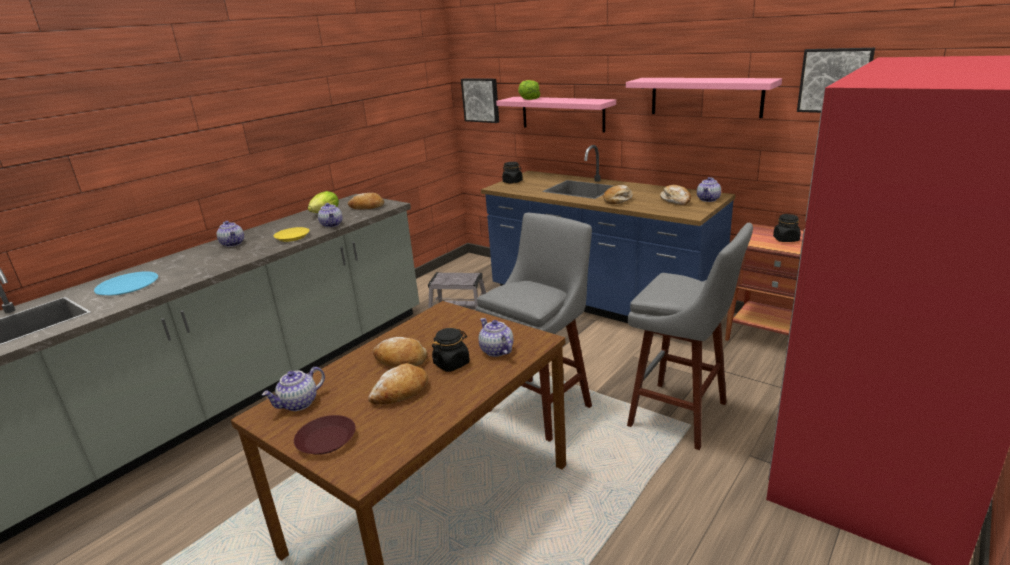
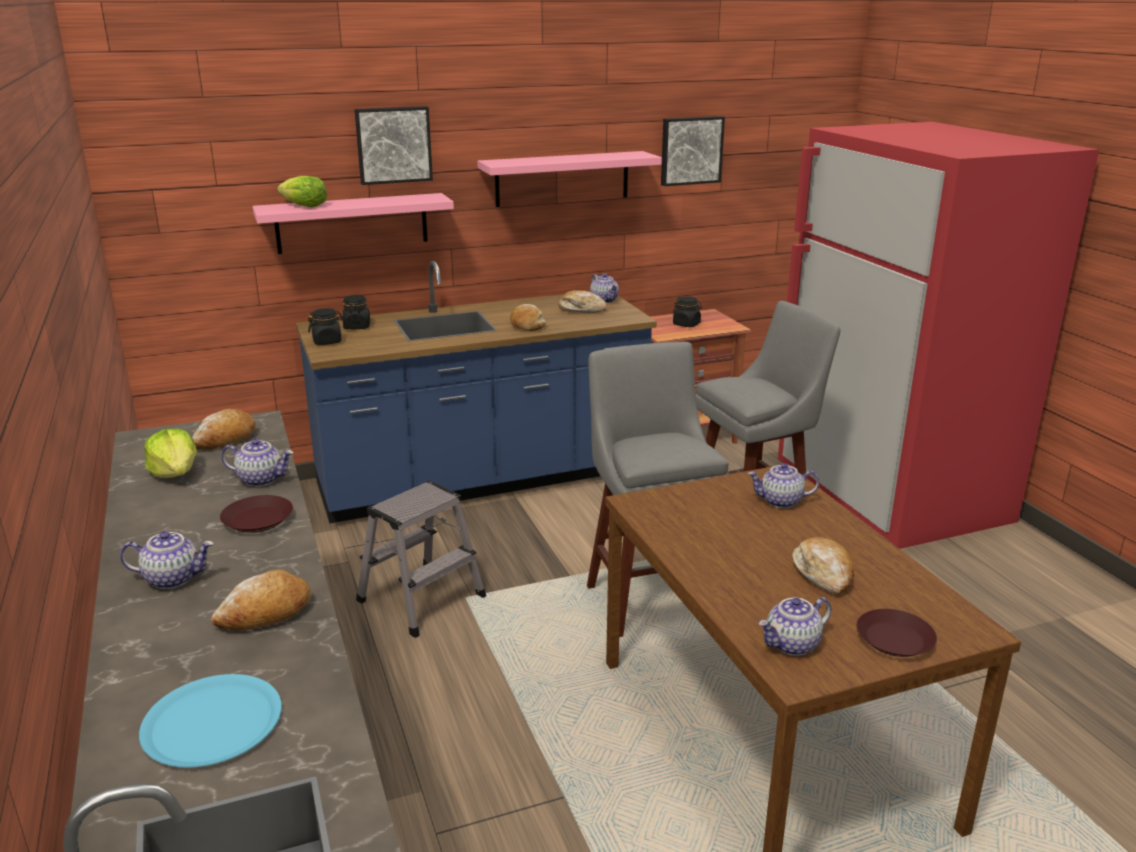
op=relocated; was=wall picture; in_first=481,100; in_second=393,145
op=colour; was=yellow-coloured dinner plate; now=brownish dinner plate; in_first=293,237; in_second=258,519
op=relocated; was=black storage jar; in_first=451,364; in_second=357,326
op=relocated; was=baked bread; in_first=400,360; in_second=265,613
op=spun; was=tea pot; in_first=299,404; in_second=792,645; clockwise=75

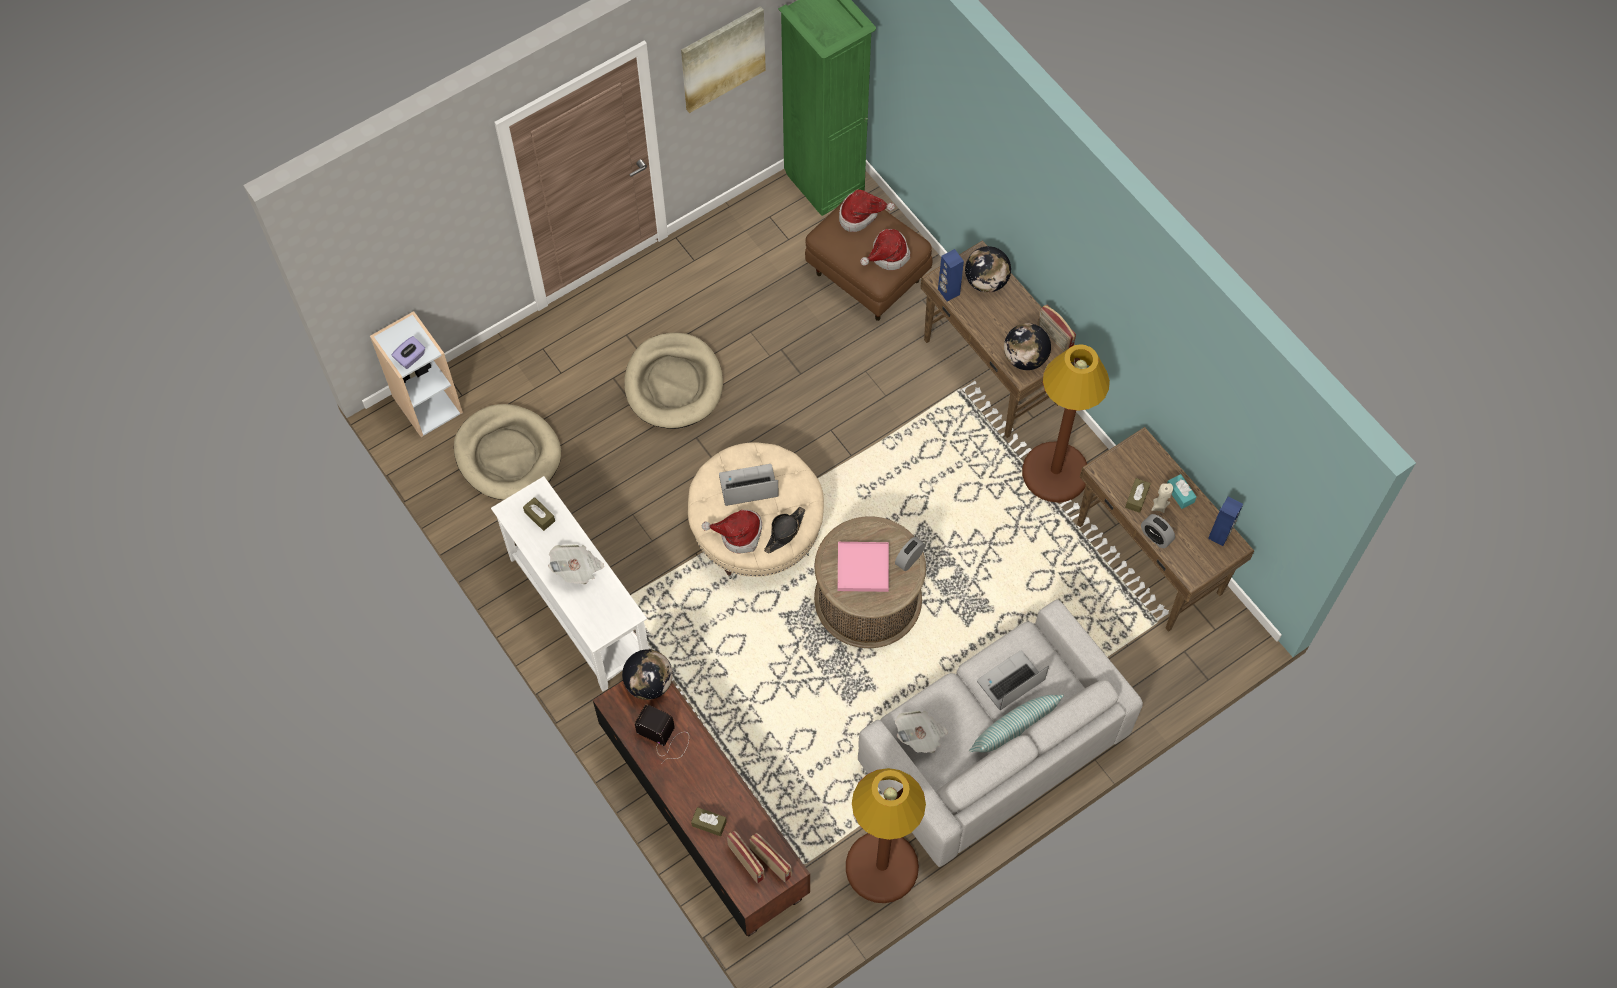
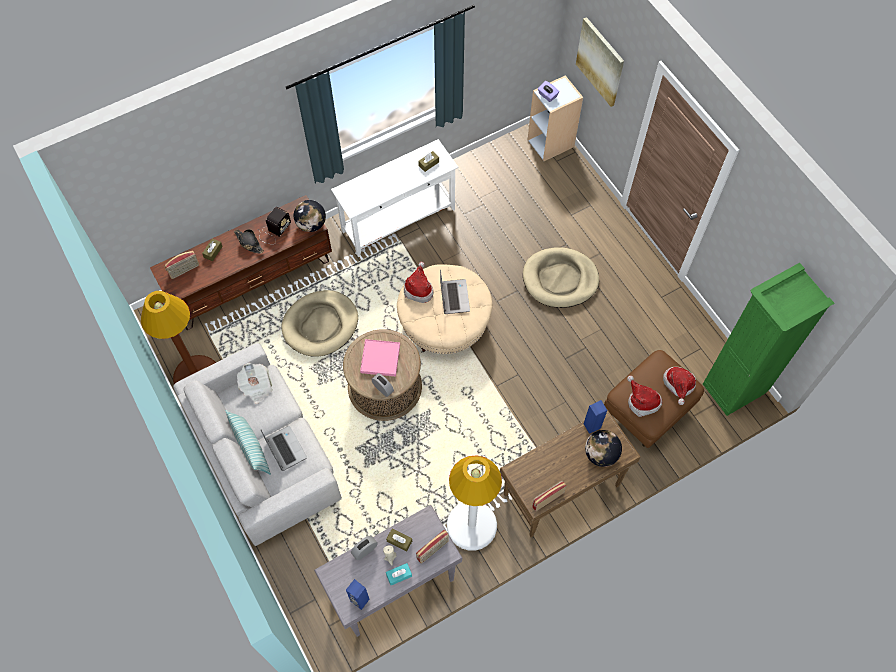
op=relocated; was=wall picture; in_first=722,58; in_second=600,61
op=missing; was=desk globe; in_first=1025,358
op=colour; was=brownish floor lamp; now=white floor lamp; in_first=1055,473; in_second=471,525
op=relocated; was=beige pet bed; in_first=508,454; in_second=320,325
op=colour; was=brownish console table; now=greyish console table; in_first=1150,559; in_second=392,585
op=relocated; was=black wearable hat; in_first=784,532; in_second=249,243
op=missing; was=daily paper; in_first=577,569
op=relocated; was=radio receiver; in_first=771,862; in_second=433,550

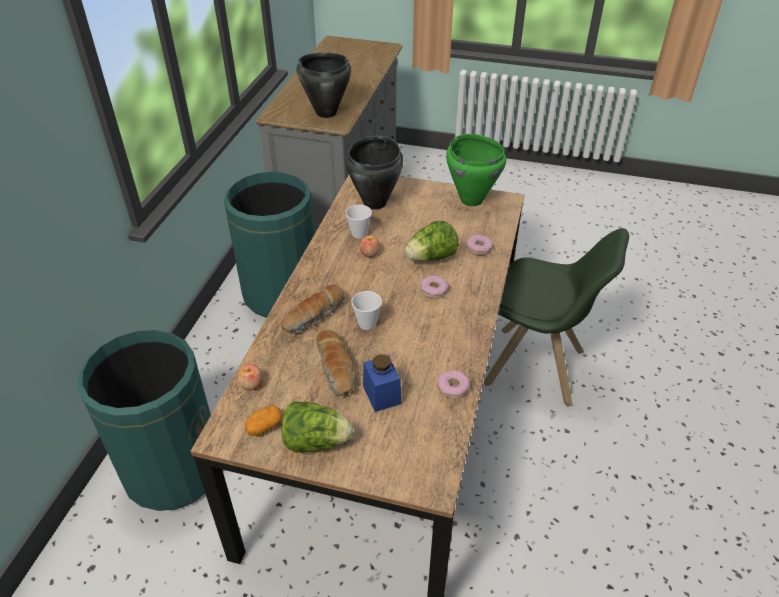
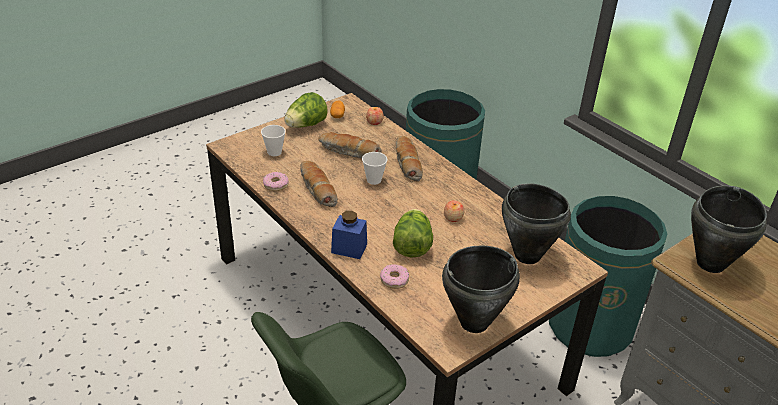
op=colour; was=greenish cooking pot; now=black cooking pot; in_first=471,199; in_second=475,323
op=relocated; was=drinking cup; in_first=359,234; in_second=274,152
op=missing; was=donut; in_first=433,290
op=relocated; was=blue-coloured storage jar; in_first=382,394; in_second=349,248
op=appeared; now=baked bread; in_second=317,189

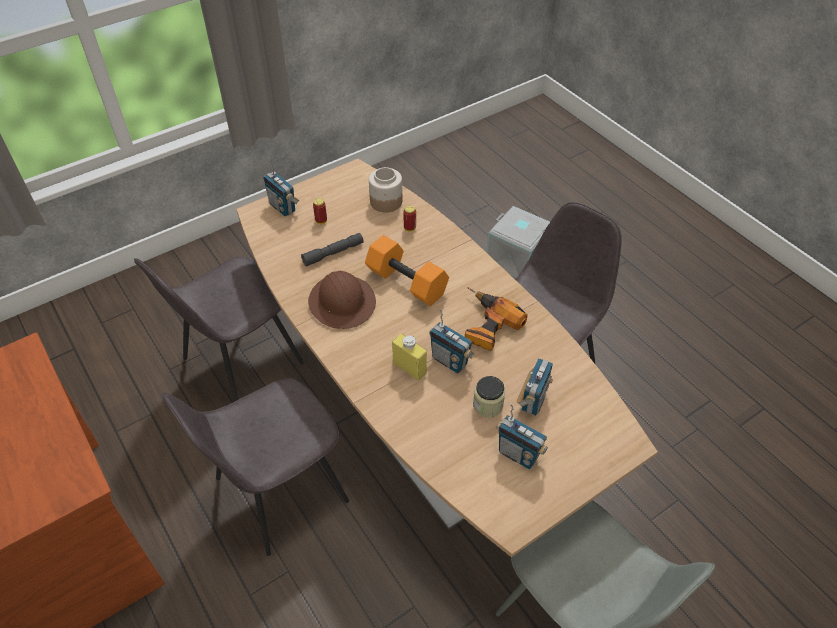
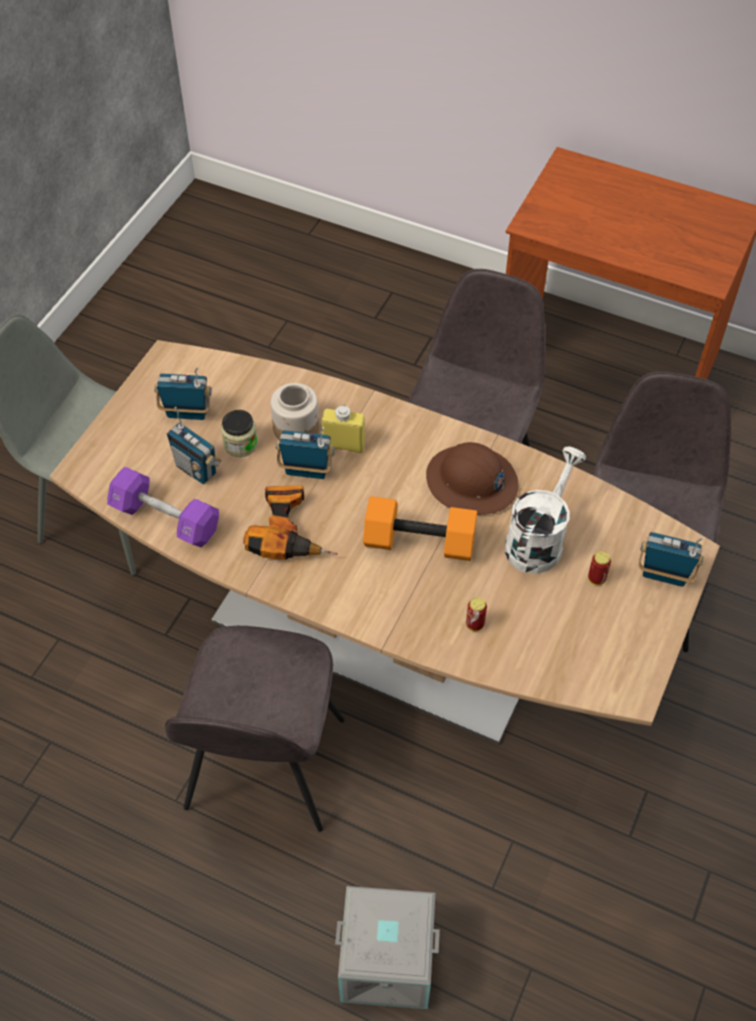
op=relocated; was=storage jar; in_first=385,202; in_second=296,428
op=exchanged; was=greyish flashlight; now=white sprinkling can; in_first=333,253; in_second=538,539
op=spun; was=radio receiver; in_first=533,400; in_second=196,469; clockwise=-45
op=appeared; now=purplish hand weight; in_second=165,519

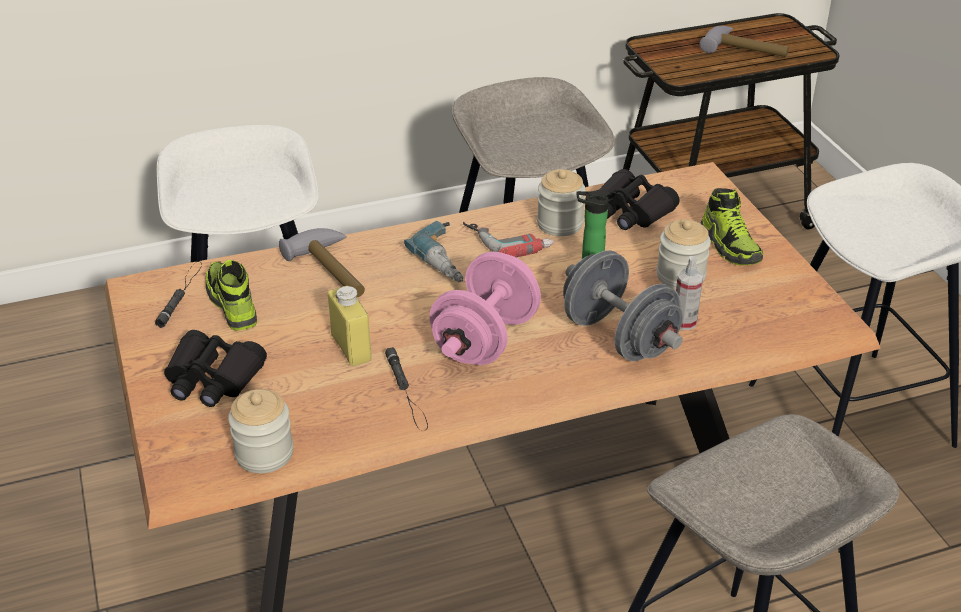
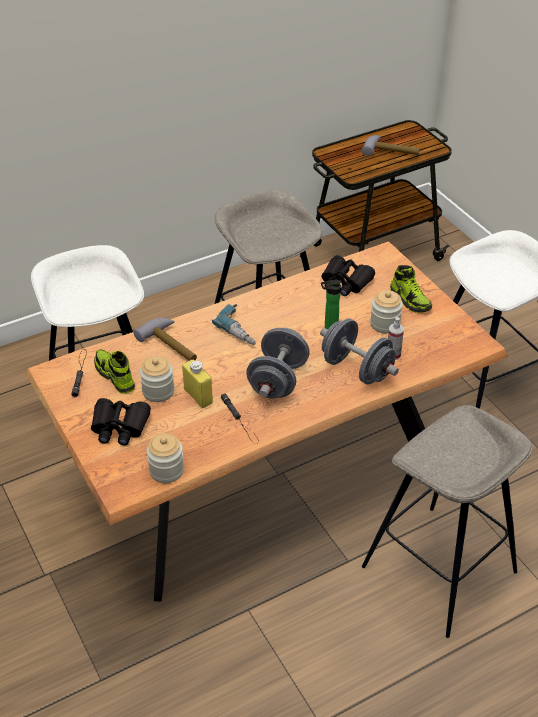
op=relocated; was=storage jar; in_first=560,224; in_second=158,391
op=missing; was=power drill; in_first=508,239
op=colour; was=pink-coloured hand weight; now=greyish hand weight; in_first=485,339; in_second=278,380

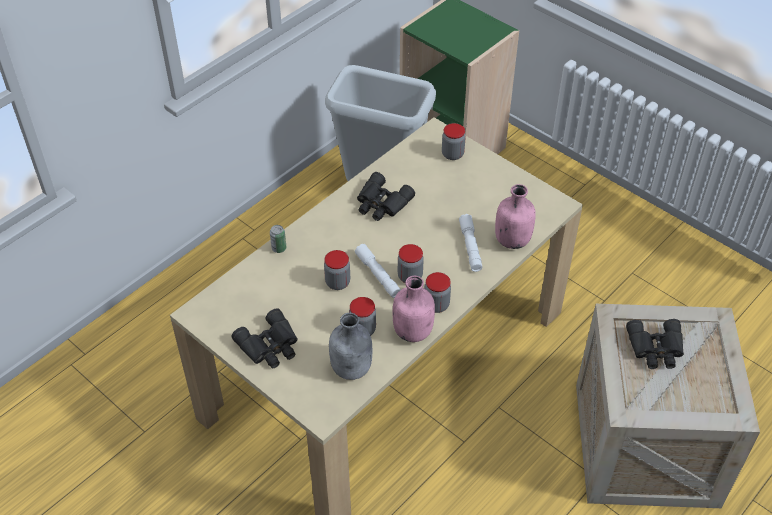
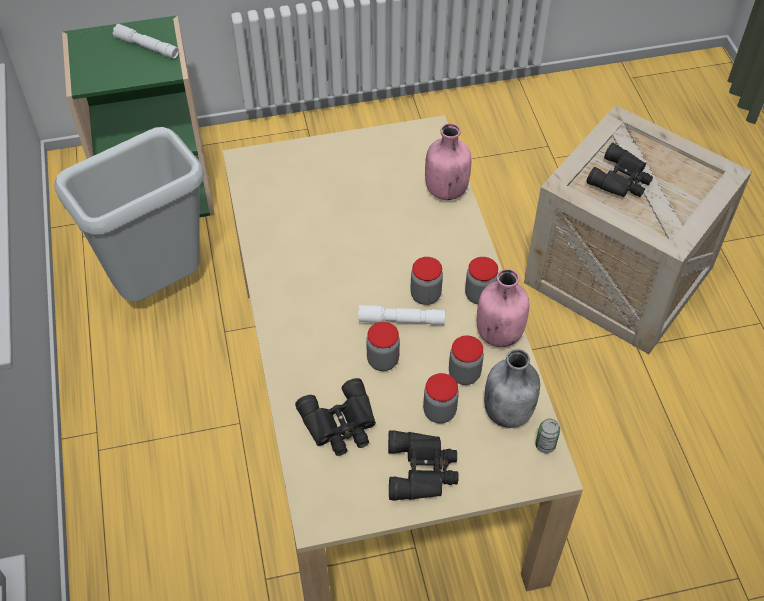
op=relocated; was=storage jar; in_first=452,154; in_second=439,411
op=relocated; was=black field glasses; in_first=381,203; in_second=341,424
op=relocated; was=white flashlight; in_first=470,247; in_second=147,47
op=relocated; was=metal can; in_first=279,248; in_second=545,445

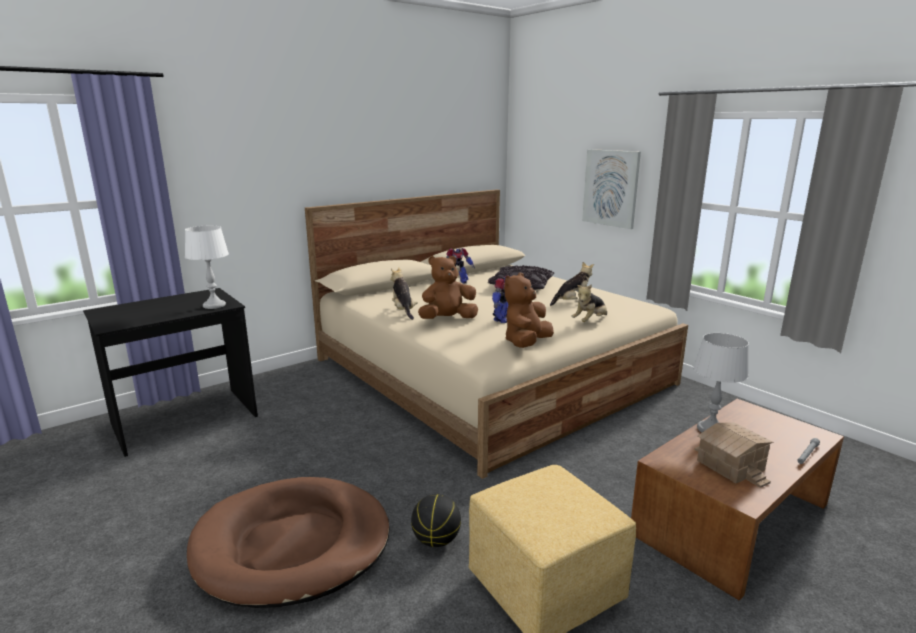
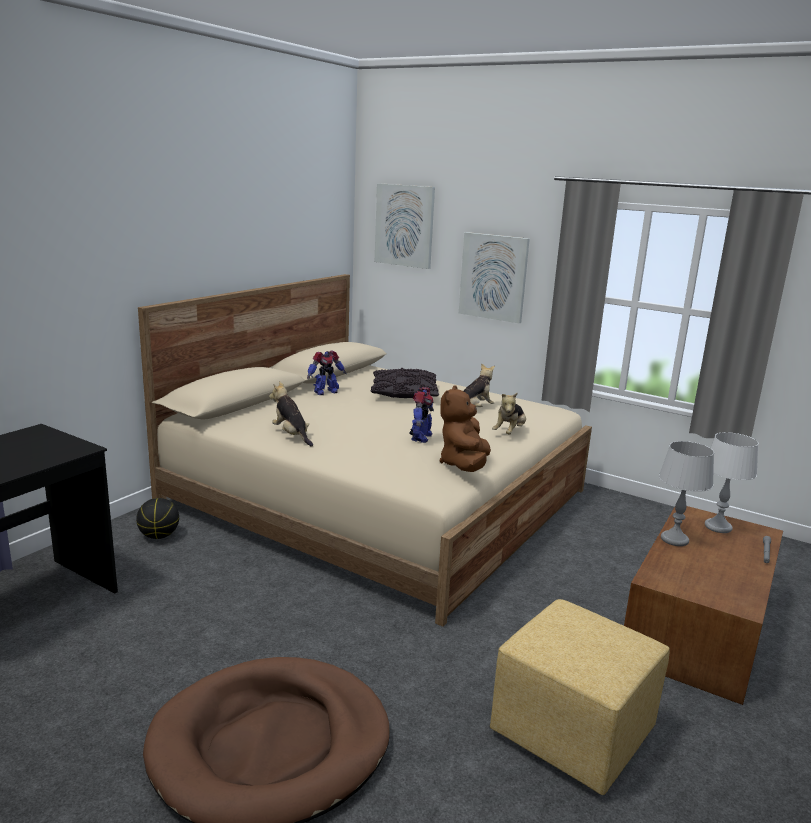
op=relocated; was=white table lamp; in_first=214,305; in_second=718,527
op=missing; was=brownish soft toy; in_first=447,319
op=missing; was=toy house; in_first=729,466
op=relocated; was=ball for basketball; in_first=436,540; in_second=159,536
op=appeared; now=wall picture; in_second=404,225

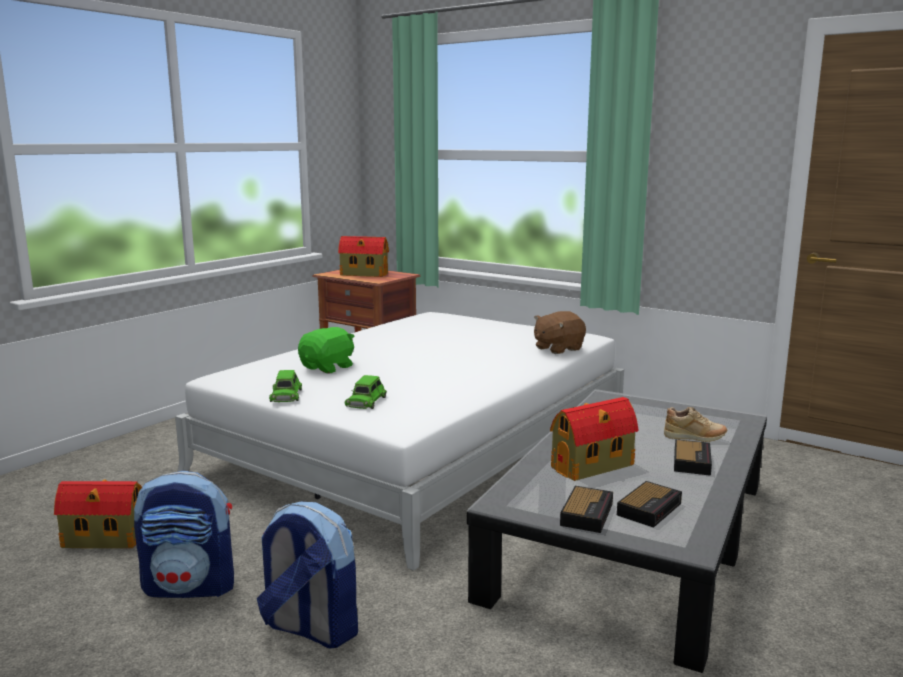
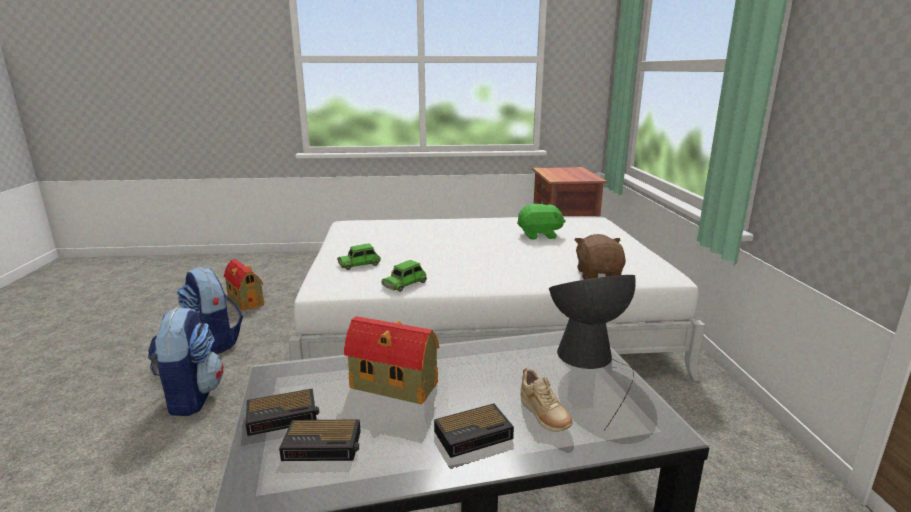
op=missing; was=toy house; in_first=363,274
op=spun; was=brownish soft toy; in_first=557,348; in_second=598,275; clockwise=75
op=relocated; was=greenish soft toy; in_first=328,367; in_second=539,235
op=relocated; was=greenish toy car; in_first=286,395; in_second=404,283
op=appeared; now=table lamp; in_second=589,360

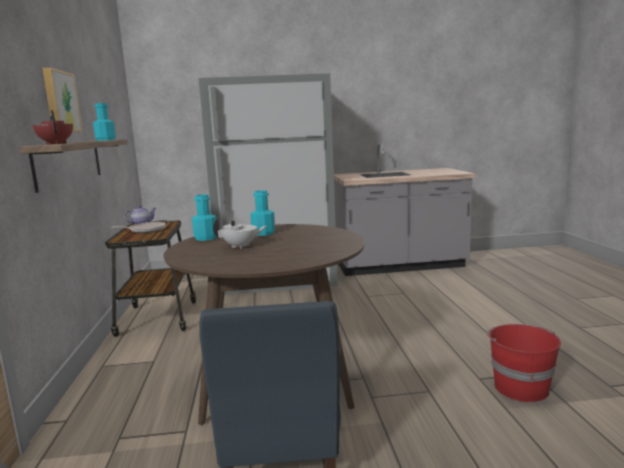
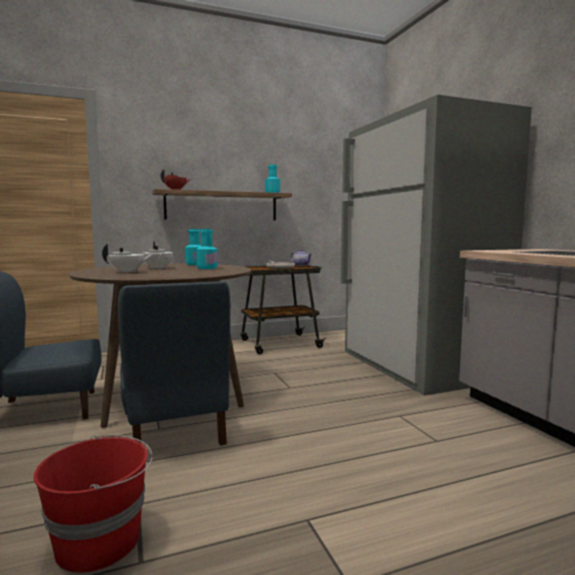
op=missing; was=wall picture; in_first=60,102
op=appeared; now=white tea pot; in_second=128,272
op=appeared; now=blue-coloured chair; in_second=175,431

